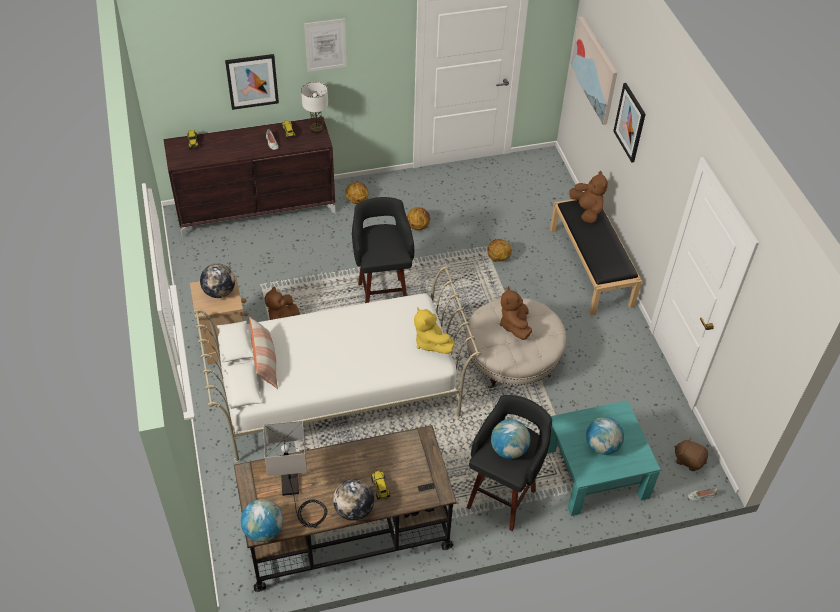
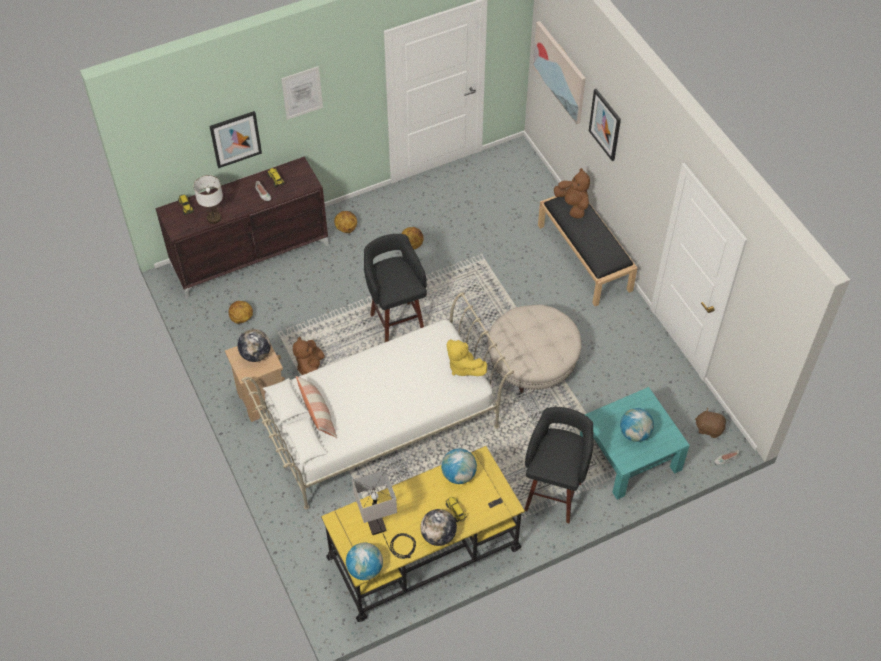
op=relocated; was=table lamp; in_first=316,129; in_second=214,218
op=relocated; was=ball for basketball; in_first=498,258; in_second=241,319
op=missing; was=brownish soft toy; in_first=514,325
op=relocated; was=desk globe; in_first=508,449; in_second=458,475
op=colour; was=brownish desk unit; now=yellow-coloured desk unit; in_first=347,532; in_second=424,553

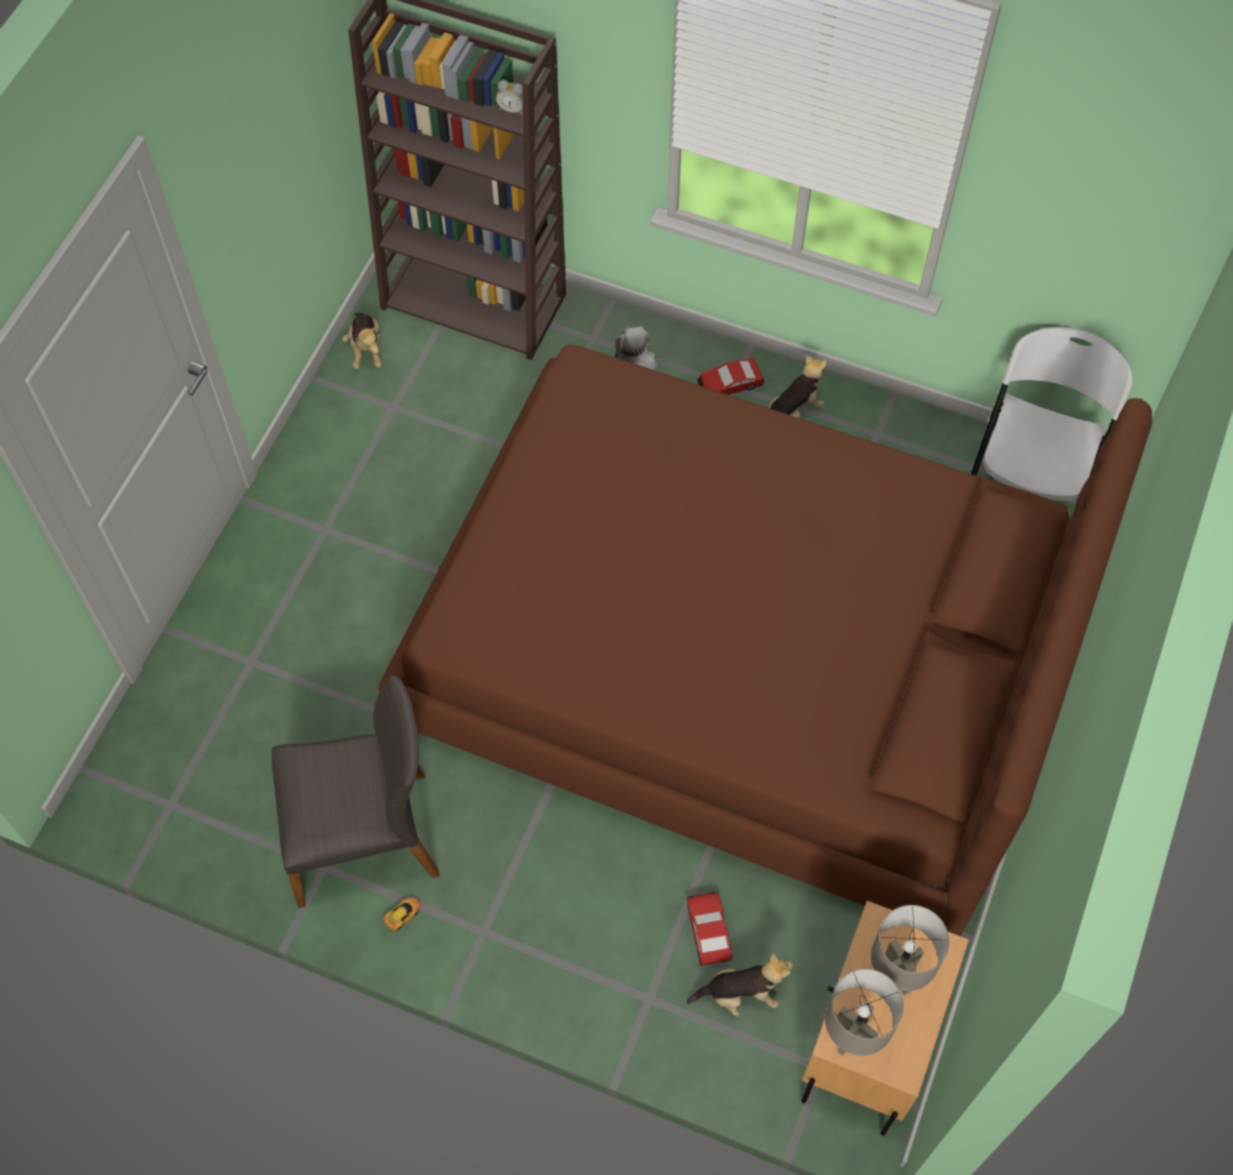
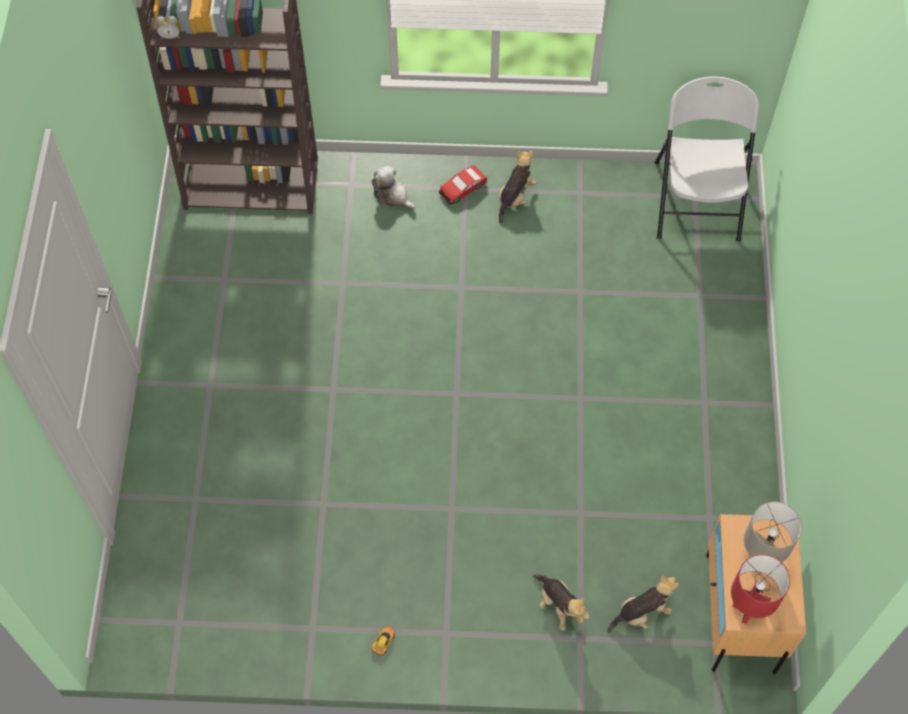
op=relocated; was=table clock; in_first=512,109; in_second=170,36
op=relocated; was=soft toy; in_first=366,349; in_second=558,606
op=missing; was=brownish bedroom bed; in_first=737,664
op=missing; was=greyish chair; in_first=364,835
op=missing; was=toy car; in_first=708,930
op=colour; was=greyish table lamp; now=red table lamp; in_first=851,1037; in_second=747,609

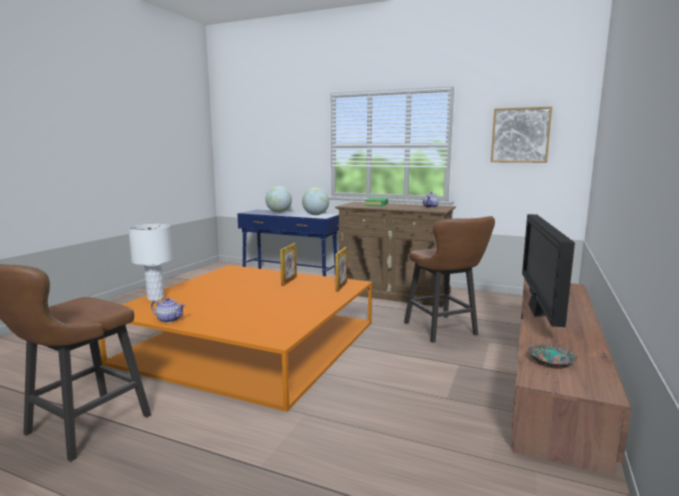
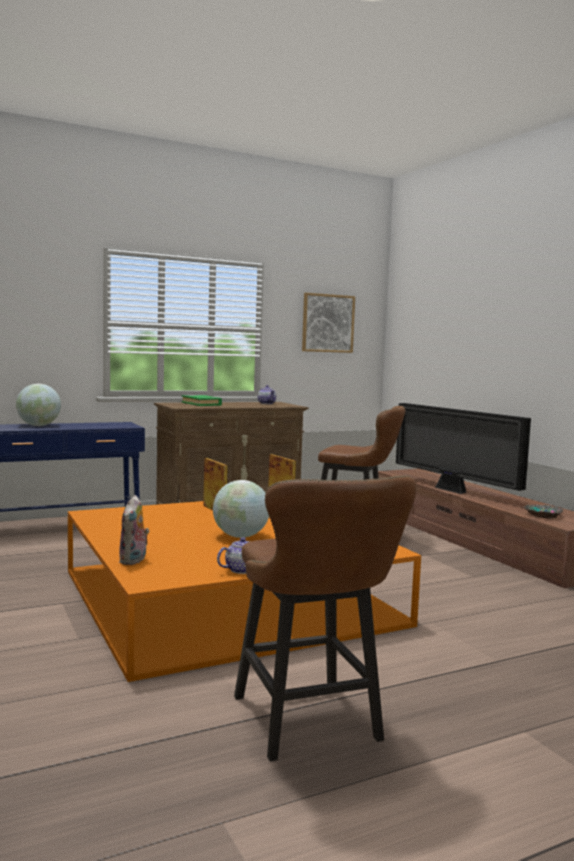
op=relocated; was=desk globe; in_first=315,215; in_second=240,536
op=exchanged; was=white table lamp; now=soft toy; in_first=155,298; in_second=134,560

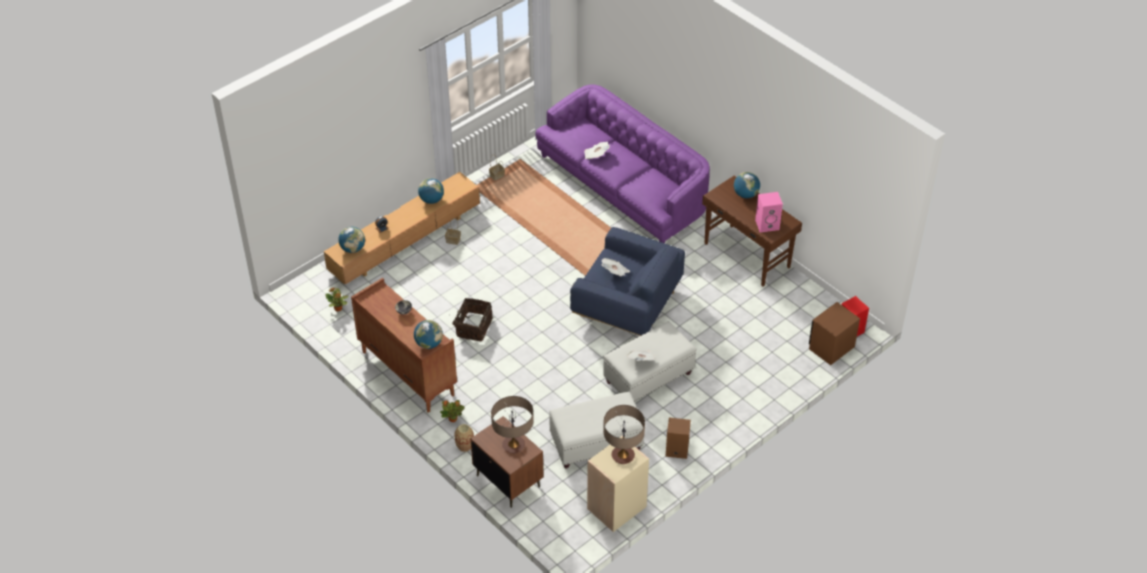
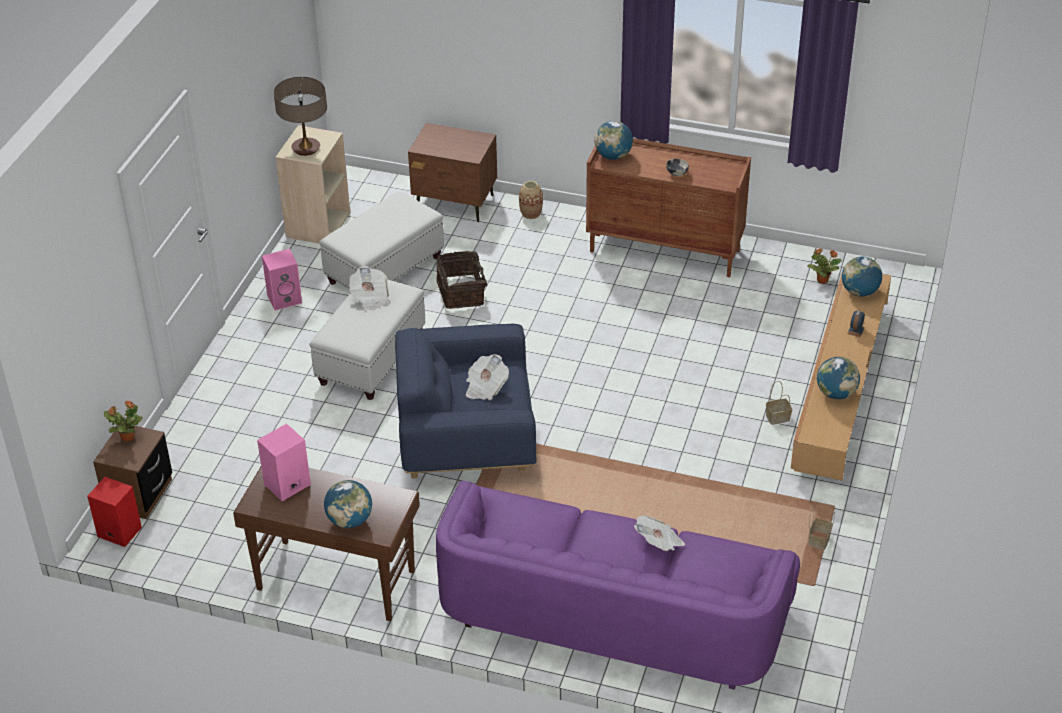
op=relocated; was=household basket; in_first=473,327; in_second=462,292
op=missing; was=table lamp; in_first=513,446
op=relocated; was=houseplant; in_first=453,419; in_second=127,437
op=colour; was=brownish speaker; now=pink-coloured speaker; in_first=676,450; in_second=285,298

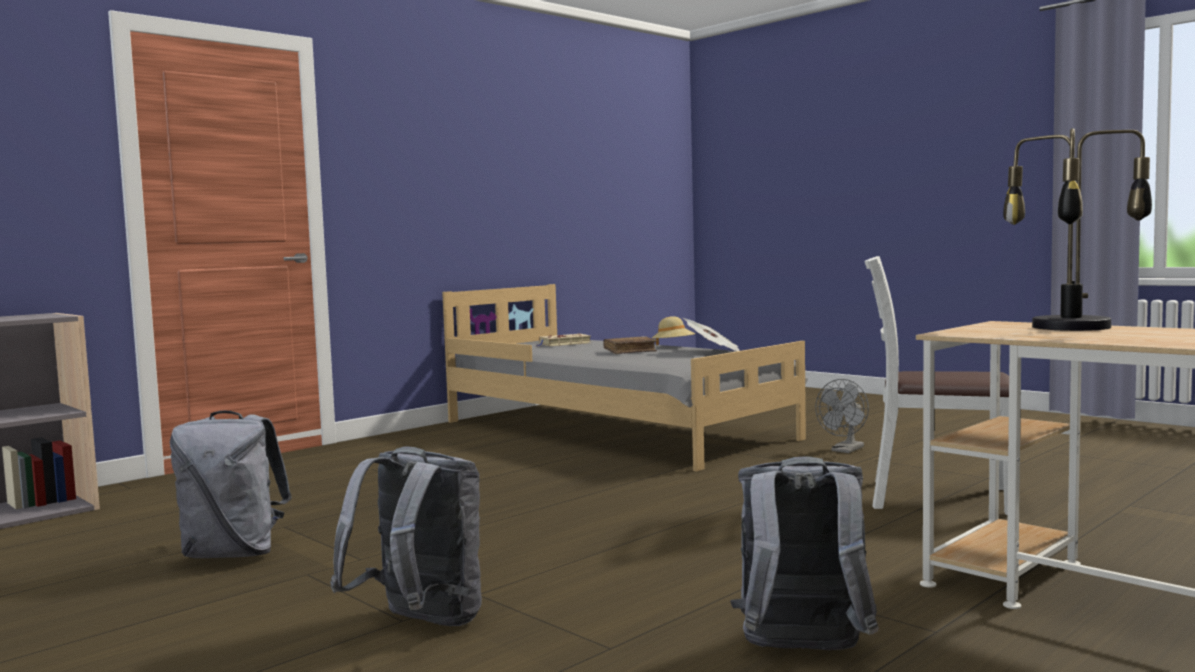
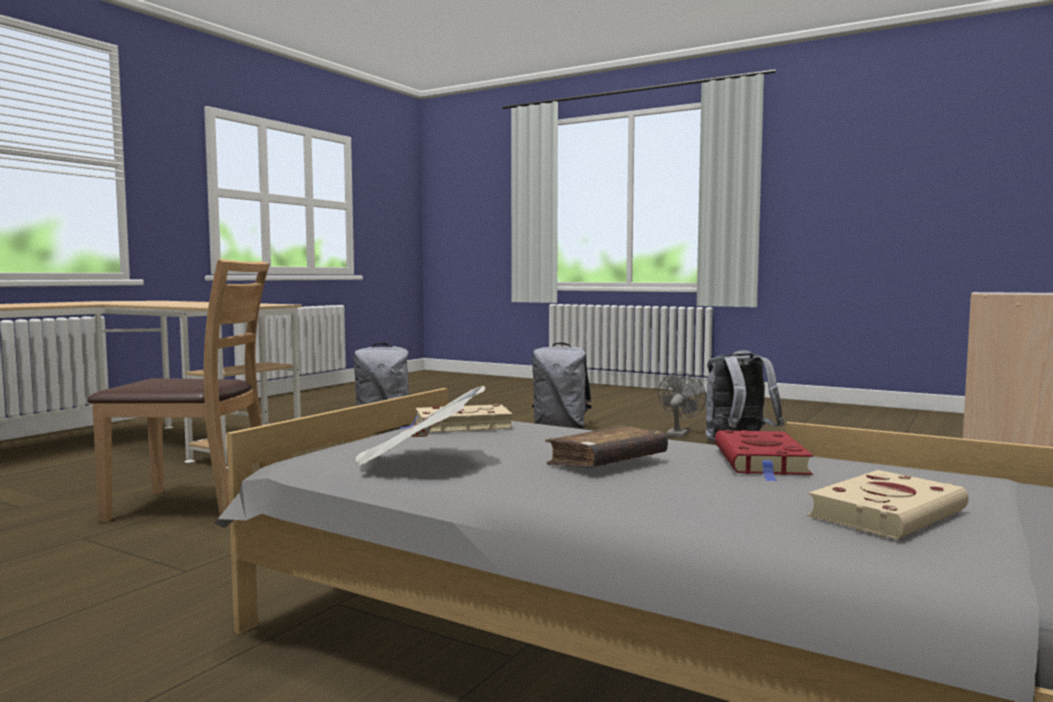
op=missing; was=table lamp; in_first=1070,327
op=colour; was=white chair; now=brownish chair; in_first=937,497; in_second=194,507
op=missing; was=beige wearable hat; in_first=673,346
op=relocated; was=greyish cooling fan; in_first=845,450; in_second=679,433
op=appeared; now=beige volume; in_second=460,426
op=appeared; now=red volume; in_second=762,461

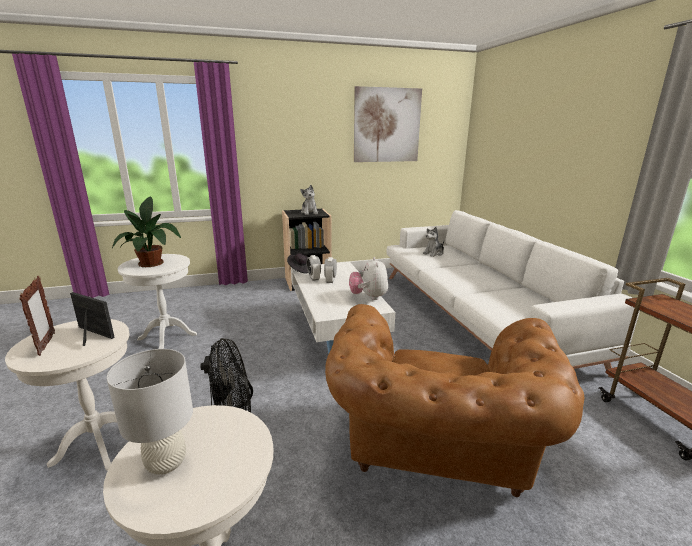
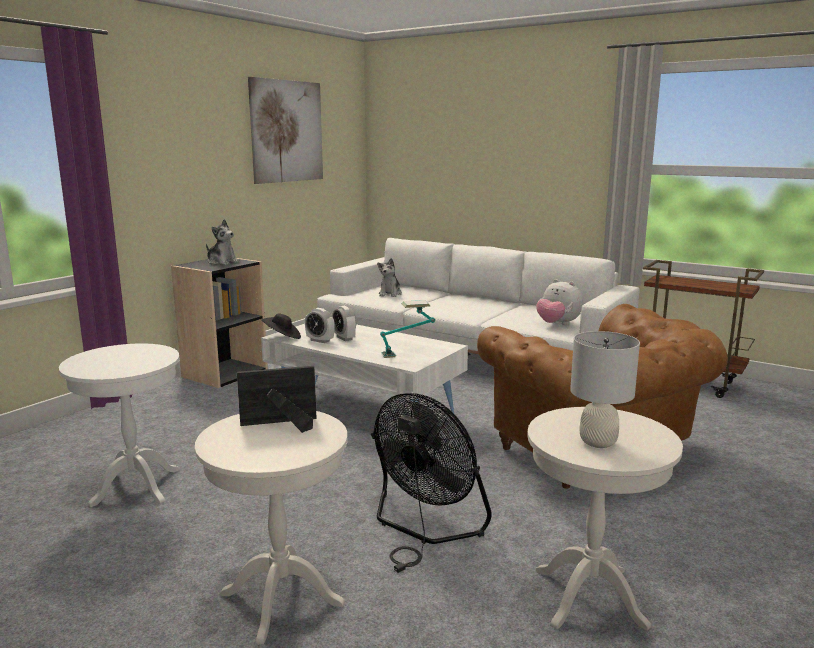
op=missing; was=houseplant; in_first=153,263
op=relocated; was=soft toy; in_first=368,297; in_second=557,324
op=missing; was=picture frame; in_first=46,344
op=appeared; now=table lamp; in_second=407,354

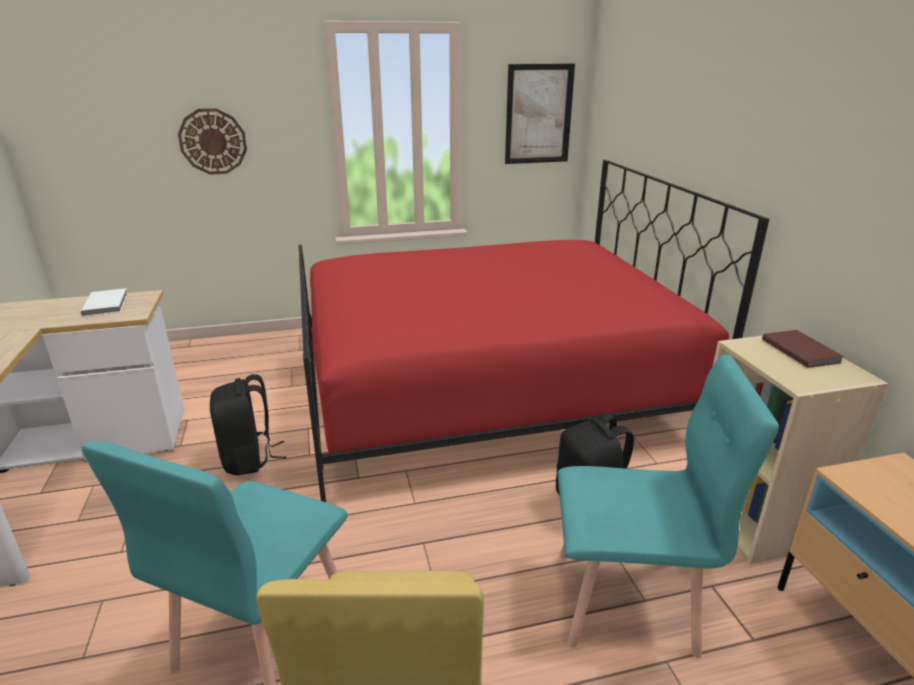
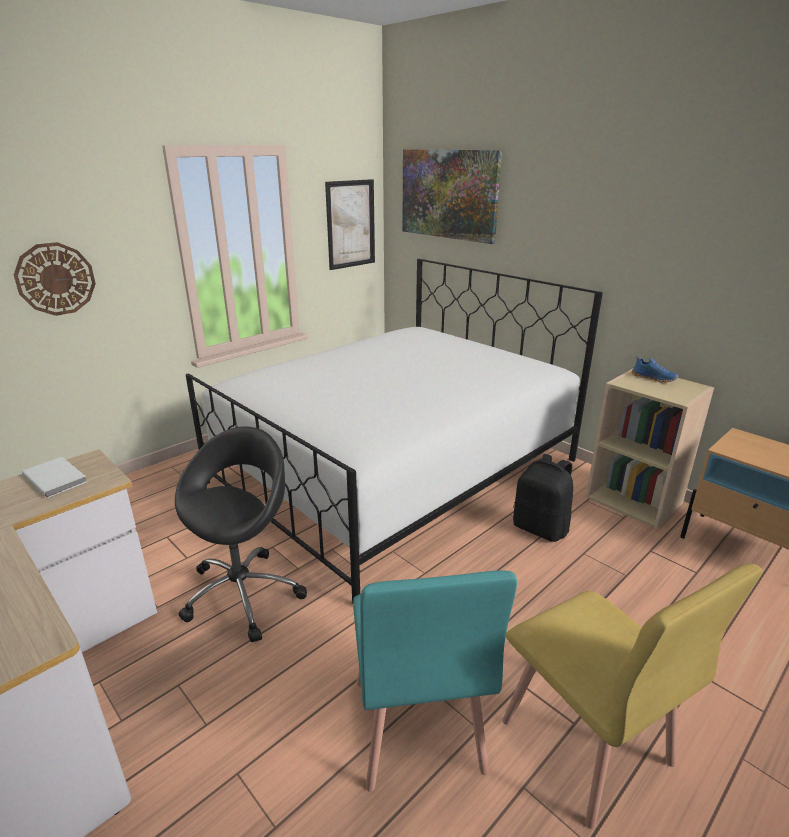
op=colour; was=red bedroom bed; now=white bedroom bed; in_first=489,394; in_second=396,470
op=exchanged; was=brownish volume; now=blue-coloured item of footwear; in_first=801,350; in_second=653,378
op=missing; was=turquoise-coloured chair; in_first=626,601
op=exchanged; was=black backpack; now=black desk chair; in_first=249,459; in_second=245,592
op=appeared; now=wall picture; in_second=448,194

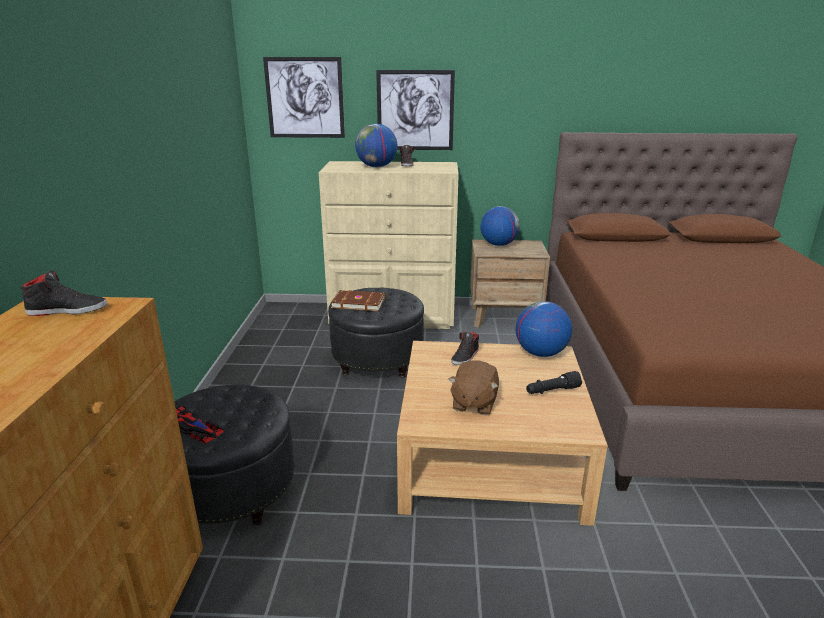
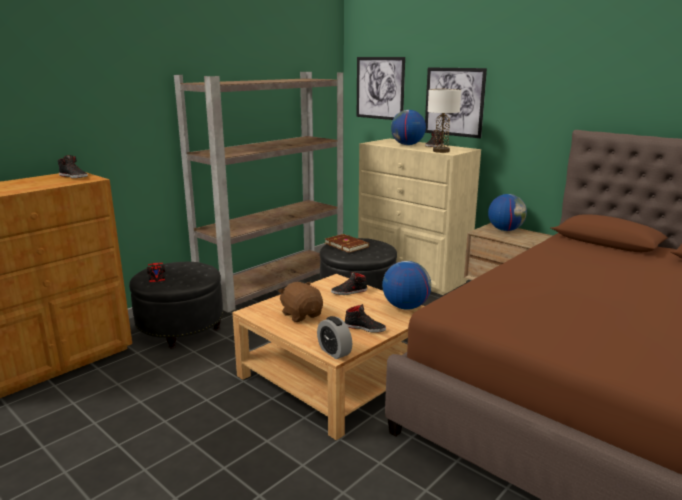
op=spun; was=brownish soft toy; in_first=473,403; in_second=301,315; clockwise=90
op=exchanged; was=black flashlight; now=black item of footwear; in_first=552,391; in_second=365,328
op=appeared; now=brownish bookcase; in_second=273,281
op=appeared; now=table lamp; in_second=441,151
op=appeared; now=table clock; in_second=334,352

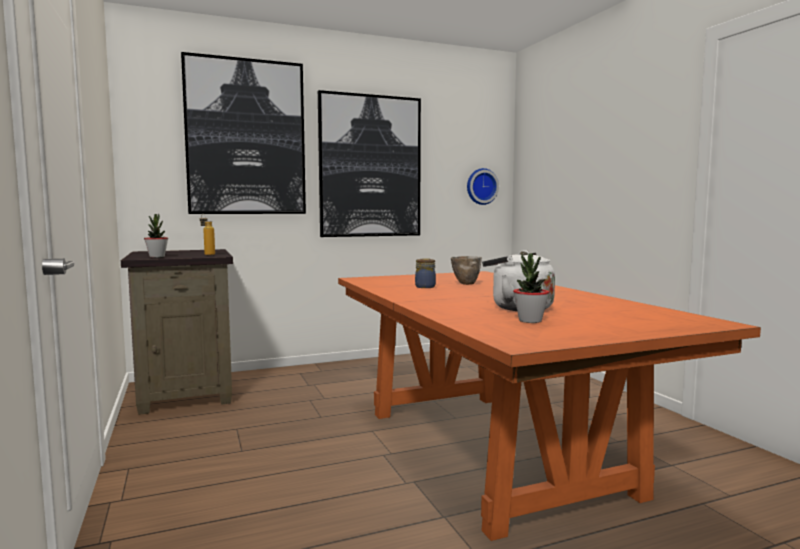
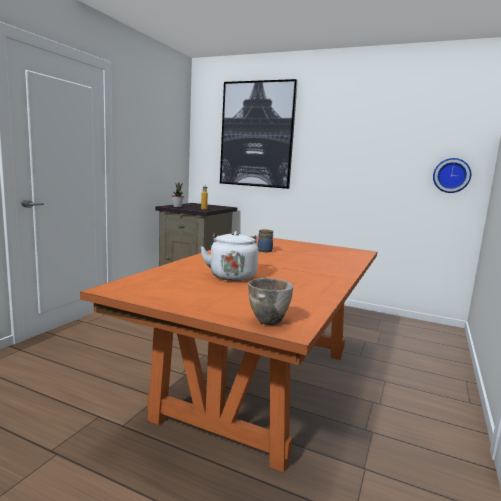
op=missing; was=wall picture; in_first=370,166
op=missing; was=houseplant; in_first=530,321
op=relocated; was=serving bowl; in_first=465,283; in_second=269,321

